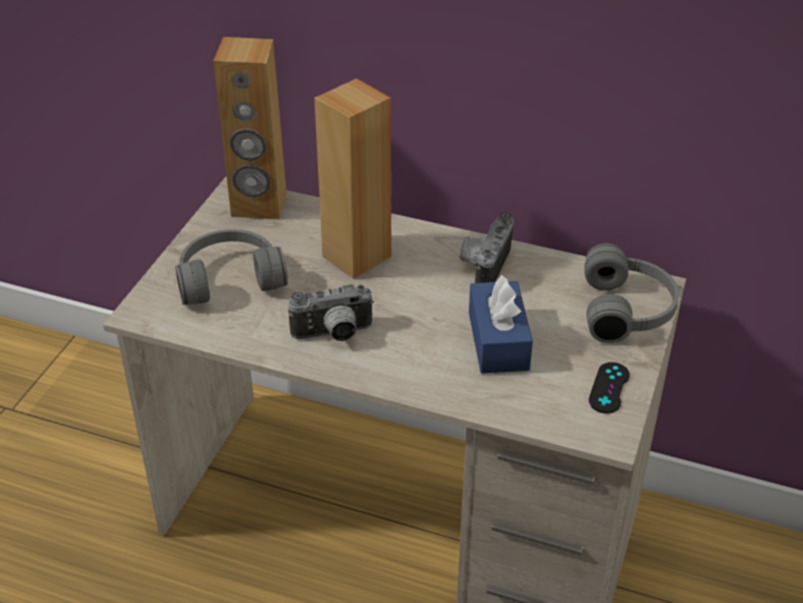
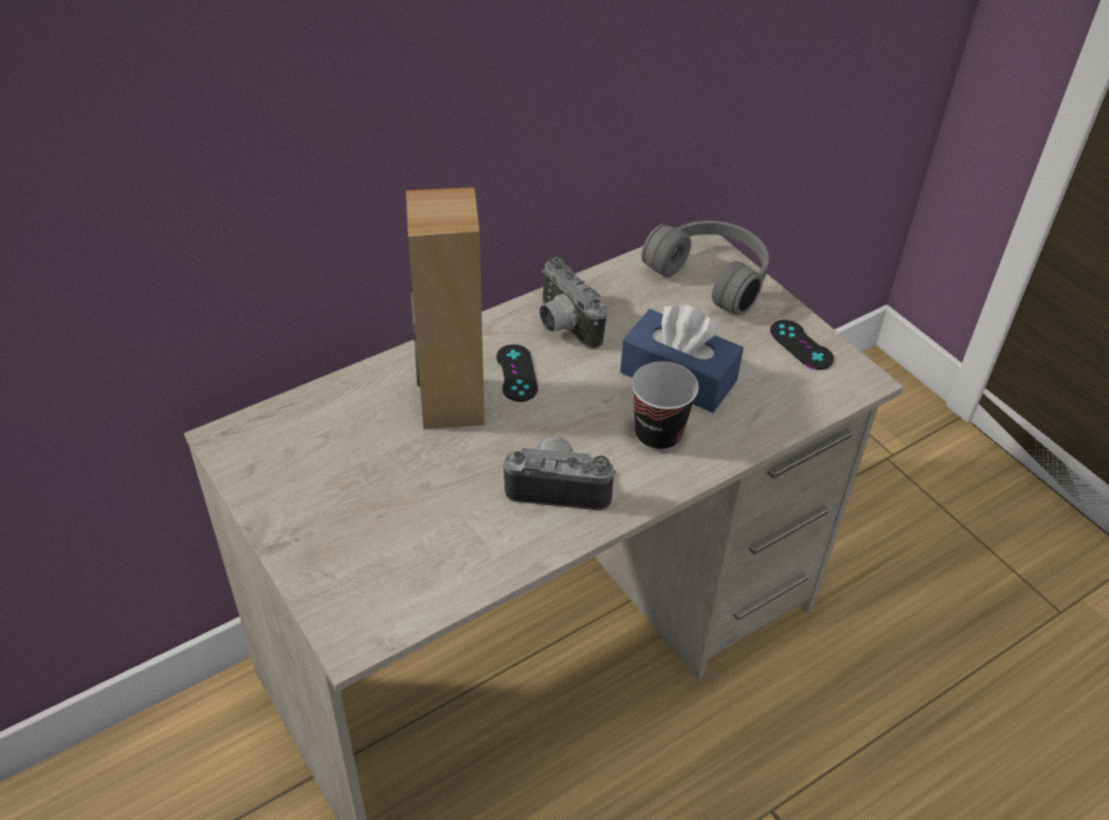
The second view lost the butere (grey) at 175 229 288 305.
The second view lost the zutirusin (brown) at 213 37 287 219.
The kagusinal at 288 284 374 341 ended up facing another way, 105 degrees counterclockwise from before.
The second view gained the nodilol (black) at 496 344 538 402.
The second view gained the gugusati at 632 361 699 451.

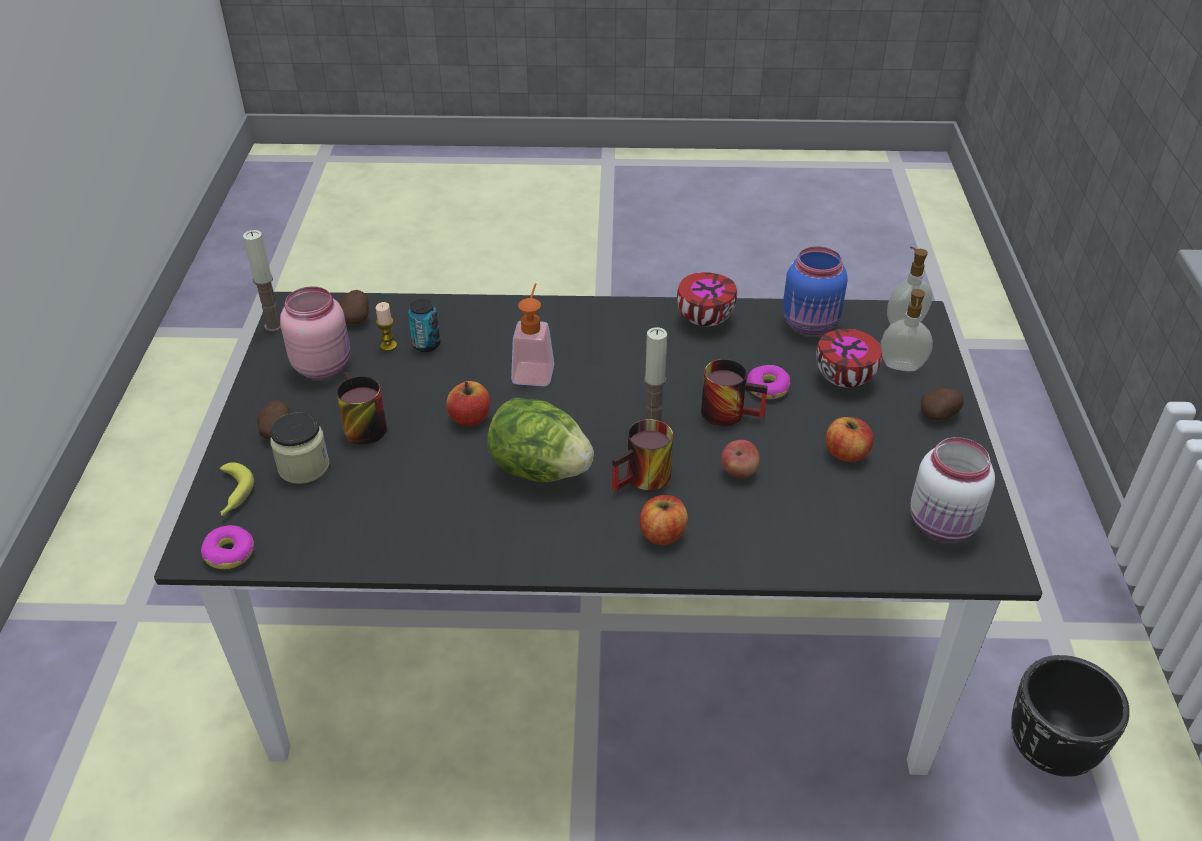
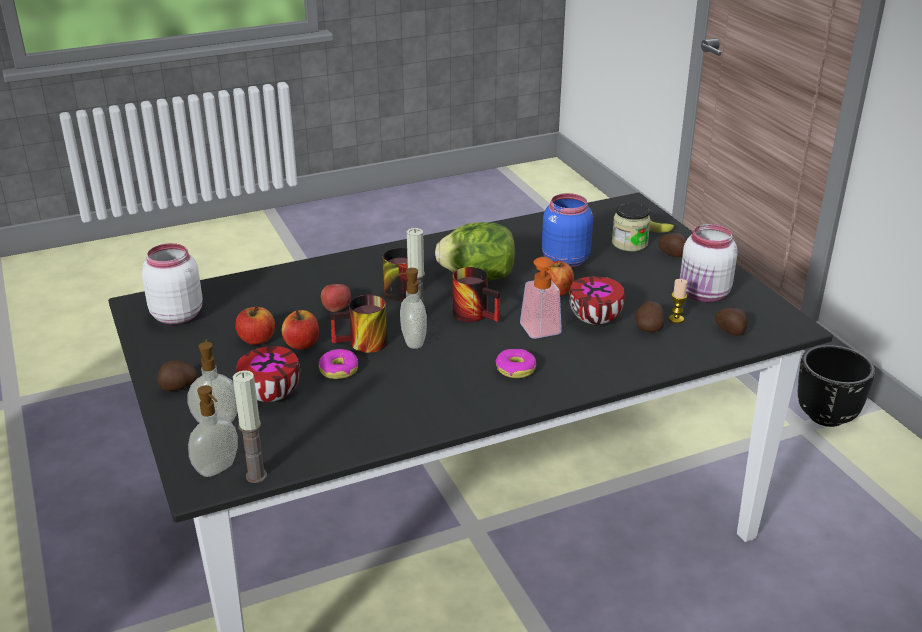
The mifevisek ended up elsewhere, having gone from 201 525 254 569 to 496 349 536 378.
The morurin ended up elsewhere, having gone from 243 230 281 332 to 233 370 267 483.
What was the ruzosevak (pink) at 280 286 350 379 turned into the ruzosevak (white) at 680 224 738 302.
The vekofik ended up elsewhere, having gone from 336 372 387 444 to 452 267 500 322.
Where the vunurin stood at 408 299 440 352, the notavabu came to stand at 635 301 664 332.
The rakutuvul ended up elsewhere, having gone from 640 495 688 545 to 282 310 319 350.
The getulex ended up elsewhere, having gone from 677 272 737 326 to 569 276 625 325.
The ruzosevak (blue) ended up elsewhere, having gone from 783 246 848 335 to 542 193 593 267.
The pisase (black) ended up elsewhere, having gone from 1011 655 1130 777 to 798 345 875 427.
The second view gained the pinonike at 396 268 427 349.

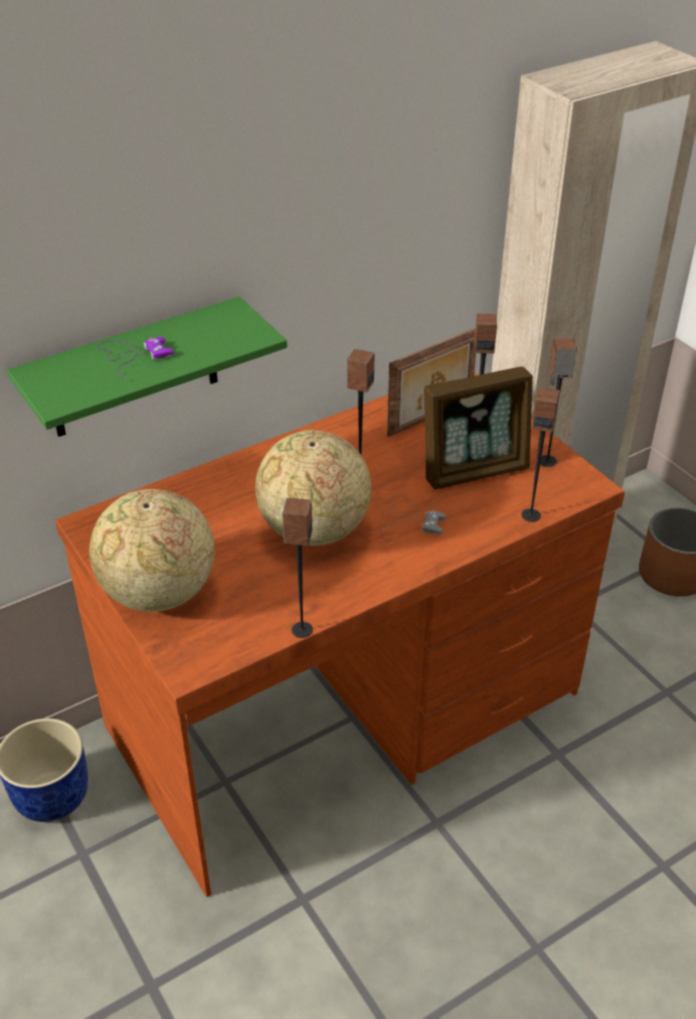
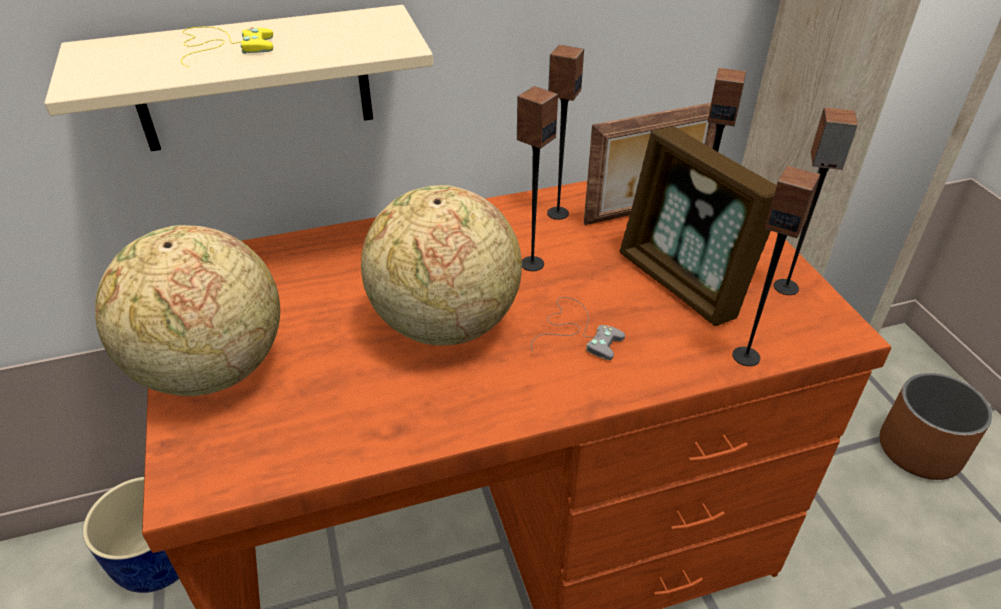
What was the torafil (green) at 7 297 287 437 turned into the torafil (beige) at 45 5 433 151.
What was the nodilol (purple) at 97 337 174 379 turned into the nodilol (yellow) at 181 27 273 67.
The zutirusin ended up elsewhere, having gone from 282 498 313 638 to 547 45 584 220.
The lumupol at 424 366 533 489 ended up facing another way, 60 degrees clockwise from before.

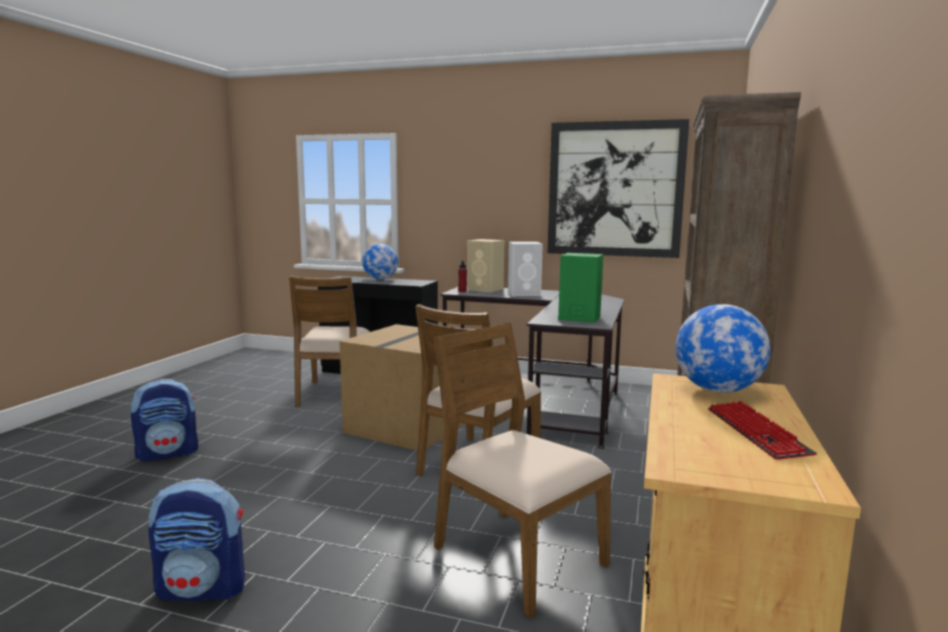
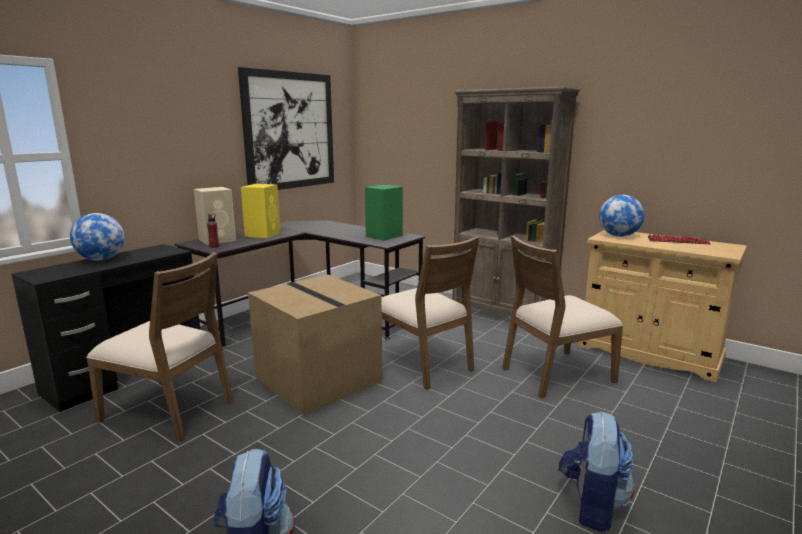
What was the zutirusin (white) at 508 242 543 296 turned into the zutirusin (yellow) at 241 184 280 238.

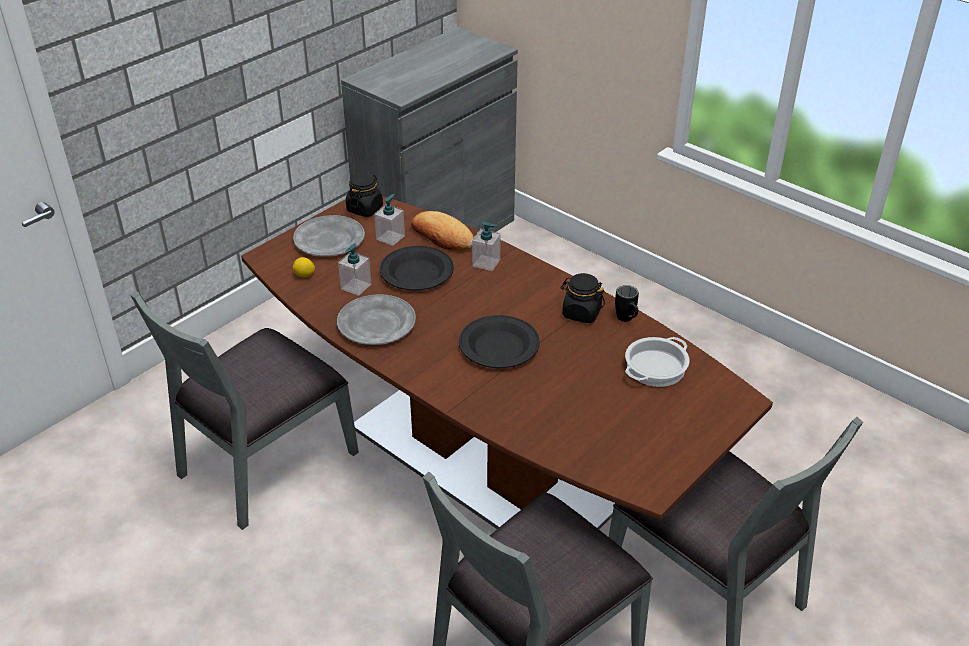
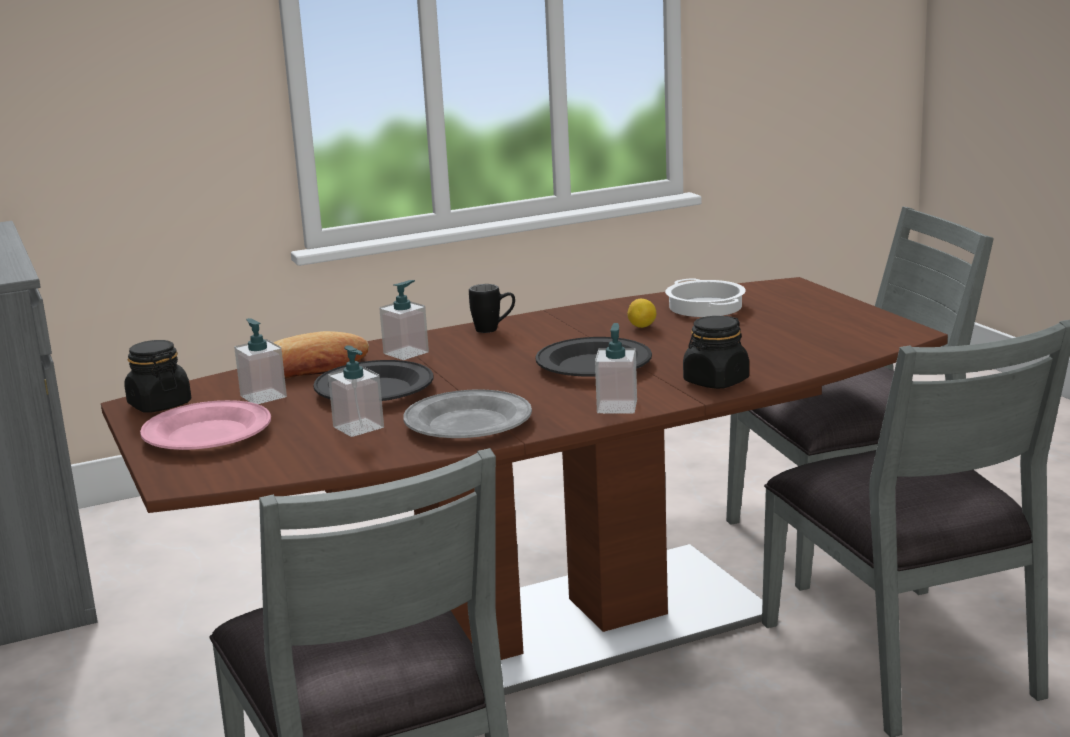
What was the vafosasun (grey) at 293 215 365 257 turned into the vafosasun (pink) at 140 400 271 450.
The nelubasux ended up elsewhere, having gone from 293 257 315 277 to 627 299 656 328.
The ruzosevak (black) ended up elsewhere, having gone from 560 273 605 323 to 683 316 749 389.
The vekofik (black) ended up elsewhere, having gone from 615 285 639 322 to 469 284 515 333.
The second view gained the pinonike at 595 323 637 413.

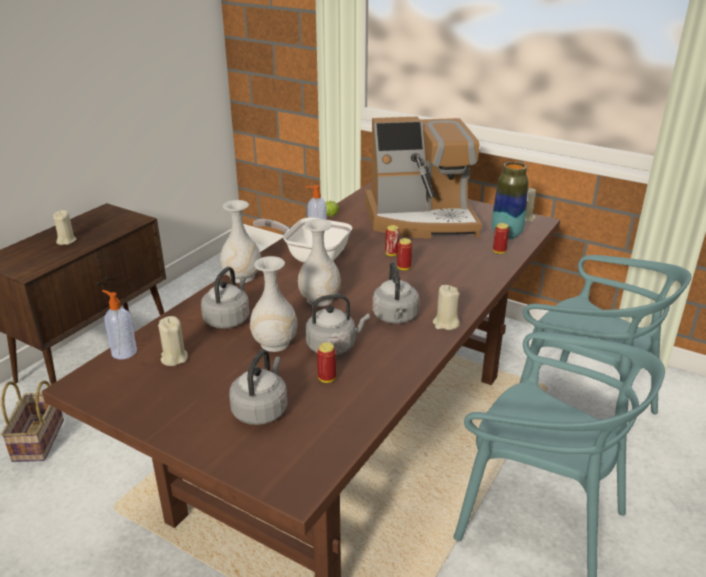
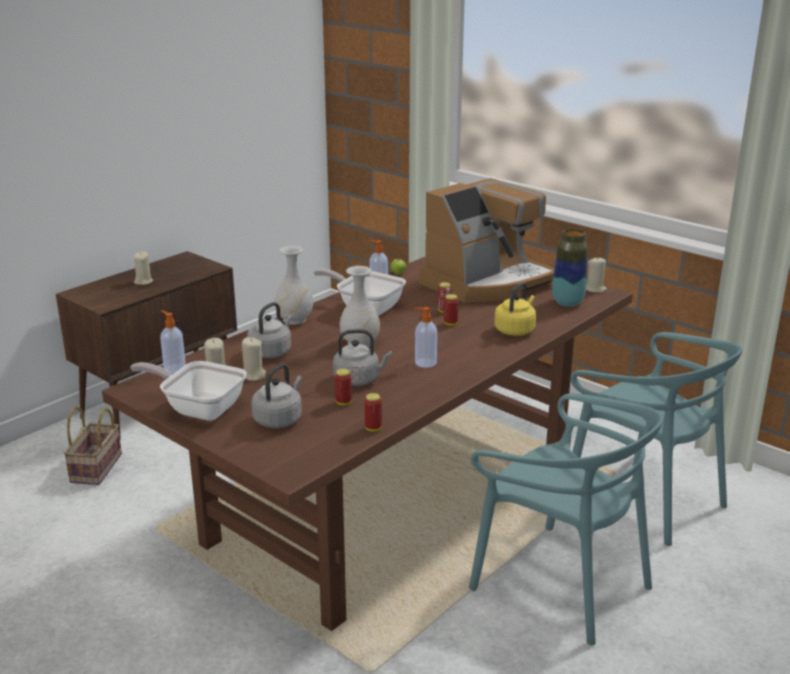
The second view lost the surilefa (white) at 250 256 298 352.
The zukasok at 365 116 482 239 ended up facing another way, 45 degrees counterclockwise from before.
Where the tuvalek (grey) stood at 373 262 419 324, the pinonike came to stand at 413 307 437 368.
The morurin (beige) ended up elsewhere, having gone from 433 285 460 330 to 242 337 266 381.
The vunurin ended up elsewhere, having gone from 493 223 509 254 to 364 393 382 432.
The second view gained the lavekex at 130 361 247 421.
The second view gained the tuvalek (yellow) at 494 282 536 336.

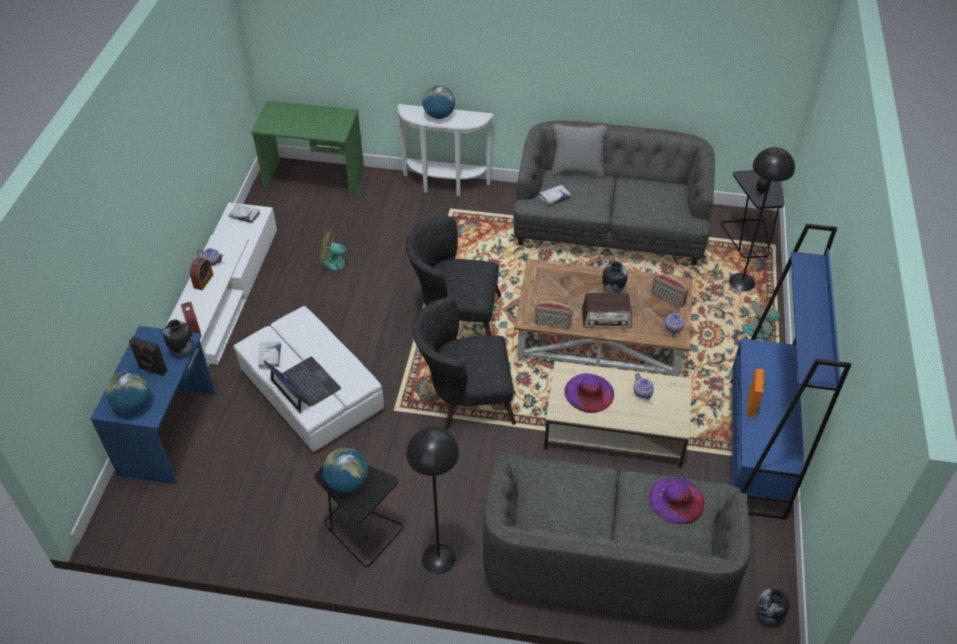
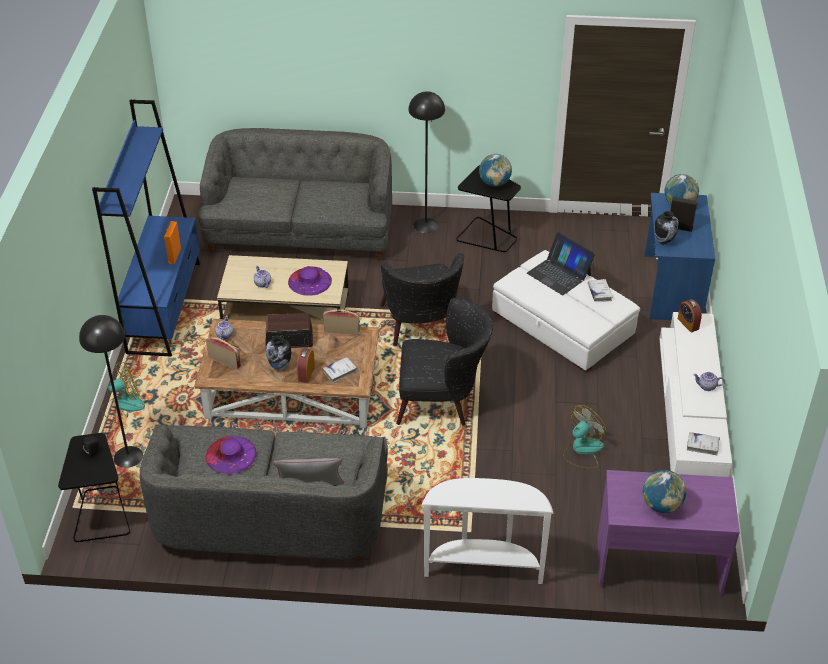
The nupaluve ended up elsewhere, having gone from 190 257 213 290 to 297 348 315 383.
What was the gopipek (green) at 251 100 364 200 turned into the gopipek (purple) at 598 470 740 595.
The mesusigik at 320 228 359 272 ended up facing another way, 45 degrees counterclockwise from before.
The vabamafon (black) at 412 297 516 429 ended up facing another way, 90 degrees clockwise from before.
The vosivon ended up elsewhere, having gone from 422 85 455 119 to 643 470 686 513.
The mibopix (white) ended up elsewhere, having gone from 539 185 571 205 to 322 357 357 383.
The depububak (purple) ended up elsewhere, having gone from 649 477 705 524 to 206 436 257 474.
The second view lost the surilefa at 757 588 790 624.

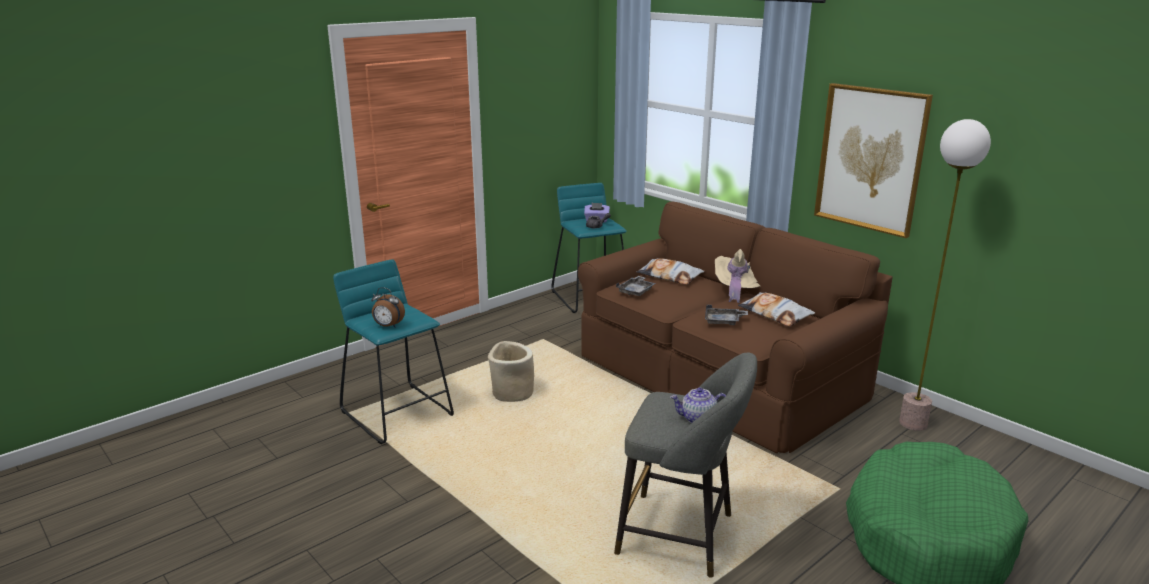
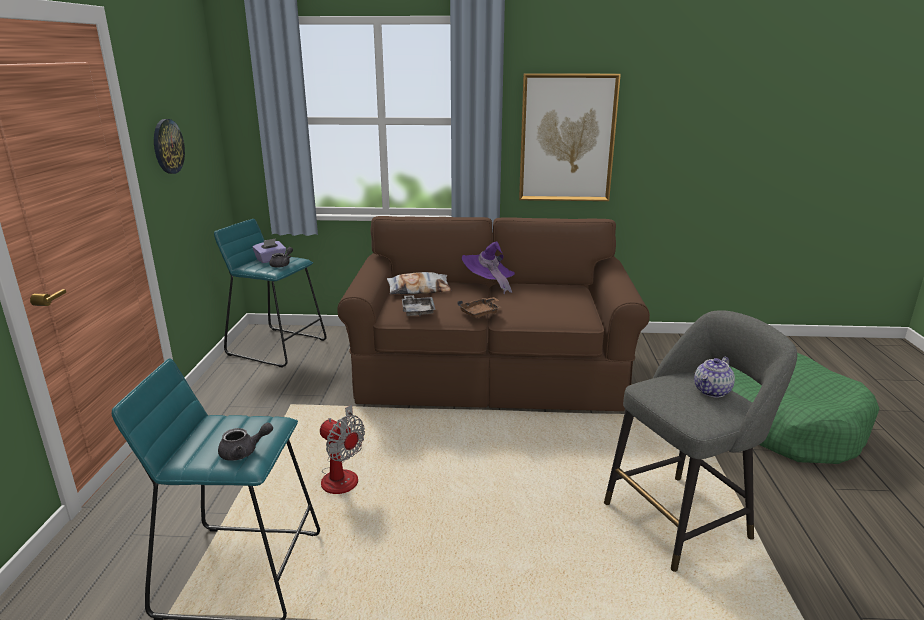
Where the nupaluve stood at 371 287 405 328, the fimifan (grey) came to stand at 218 423 273 461.
Where the pisase (beige) stood at 488 341 534 402, the mesusigik came to stand at 320 405 365 494.
The second view lost the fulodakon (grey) at 705 305 748 325.
What was the depububak (beige) at 715 249 760 303 turned into the depububak (purple) at 462 241 515 294.
The second view lost the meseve at 738 292 815 326.
The second view lost the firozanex at 899 119 991 431.
The second view gained the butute at 154 119 185 174.
The second view gained the fulodakon (brown) at 458 297 501 318.

